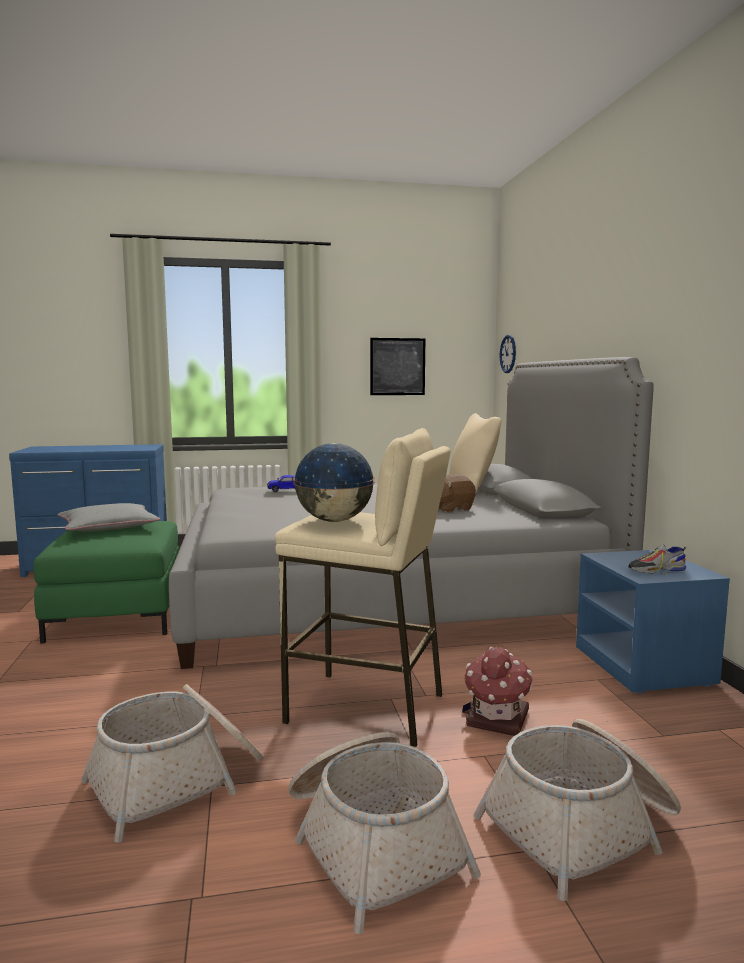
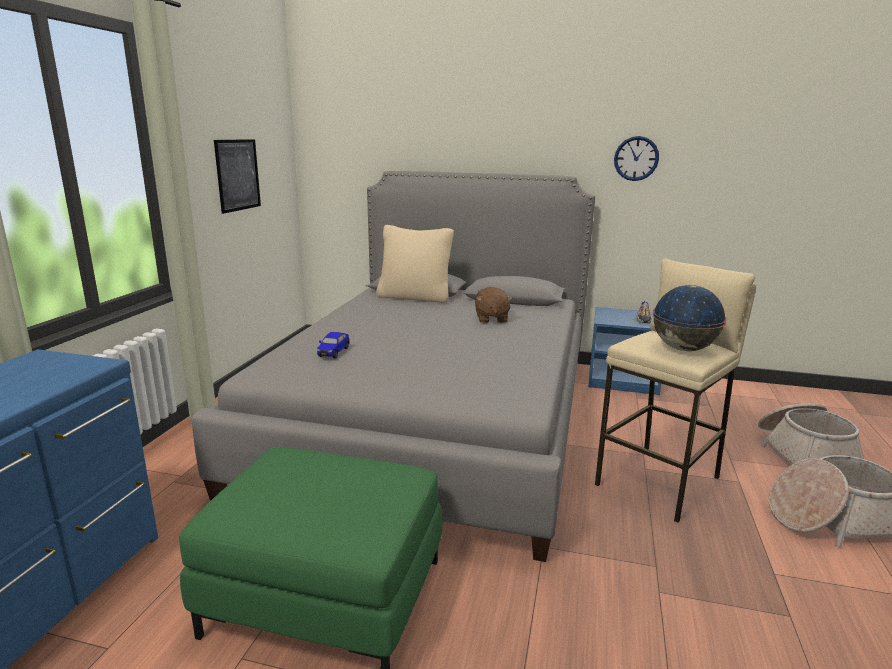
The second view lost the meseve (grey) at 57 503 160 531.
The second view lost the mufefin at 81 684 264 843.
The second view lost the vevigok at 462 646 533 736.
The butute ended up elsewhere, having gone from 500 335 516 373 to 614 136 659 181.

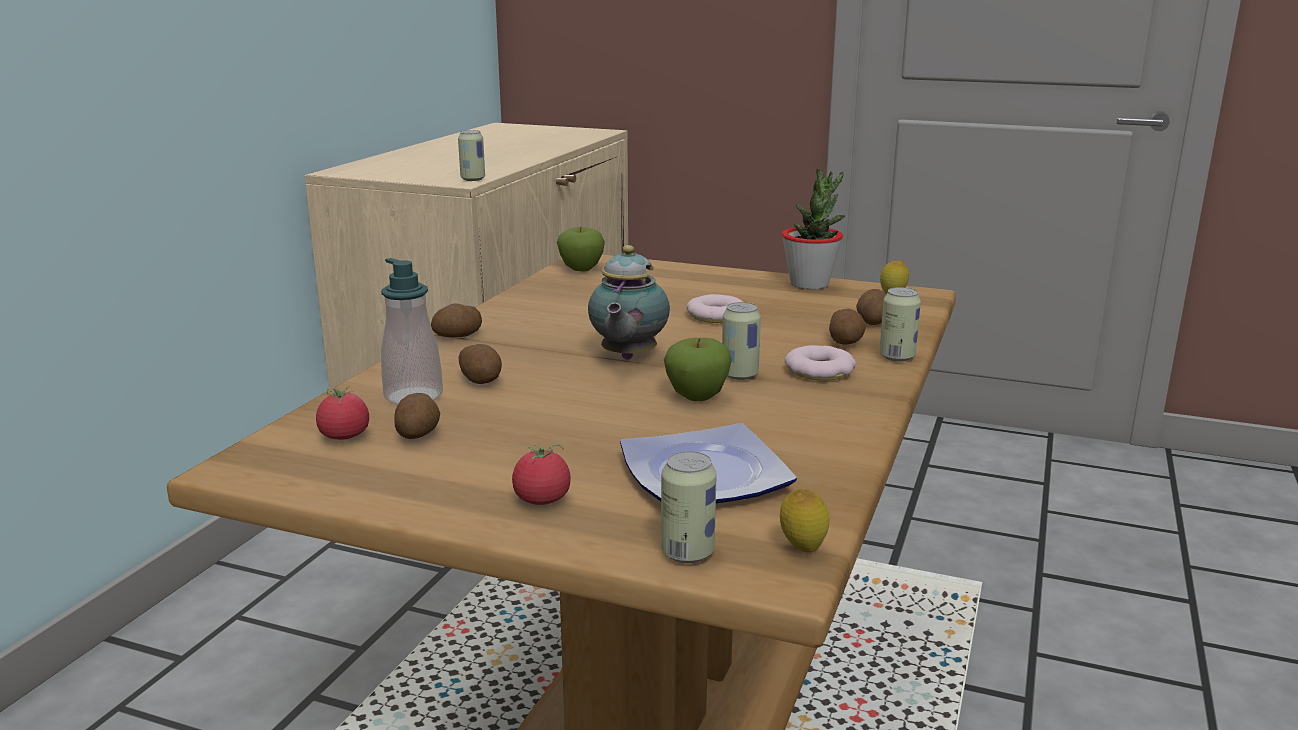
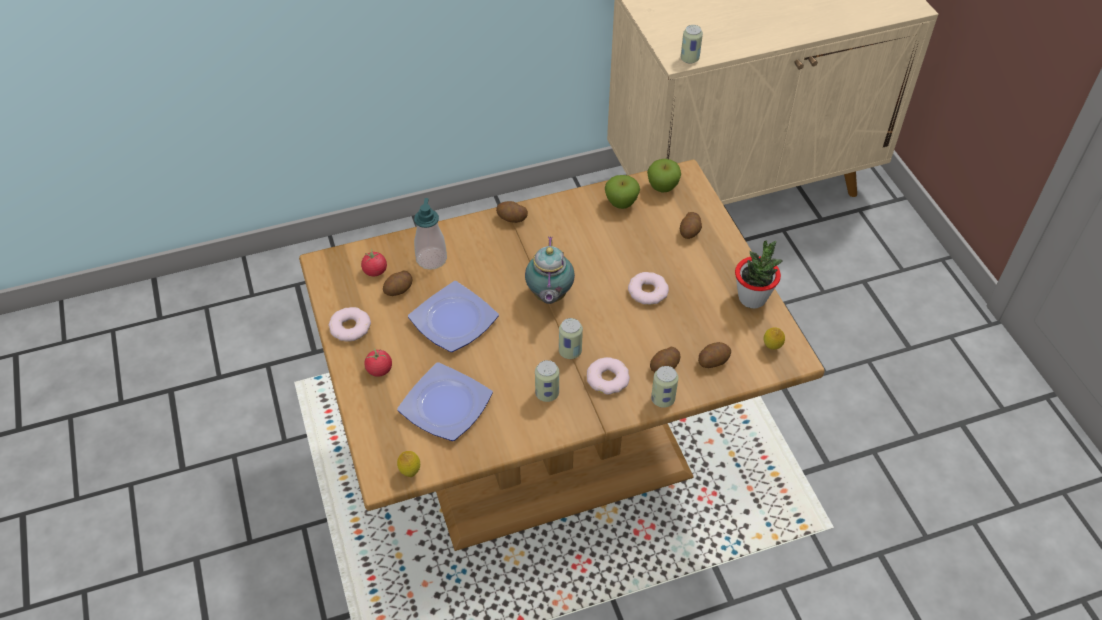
The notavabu ended up elsewhere, having gone from 458 344 502 384 to 680 212 702 239.
The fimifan at 588 245 670 360 ended up facing another way, 60 degrees counterclockwise from before.
The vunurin ended up elsewhere, having gone from 661 451 717 563 to 535 360 559 402.
The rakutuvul ended up elsewhere, having gone from 664 338 732 401 to 605 175 640 209.
The second view gained the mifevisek at 329 307 371 341.
The second view gained the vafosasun at 408 281 499 352.

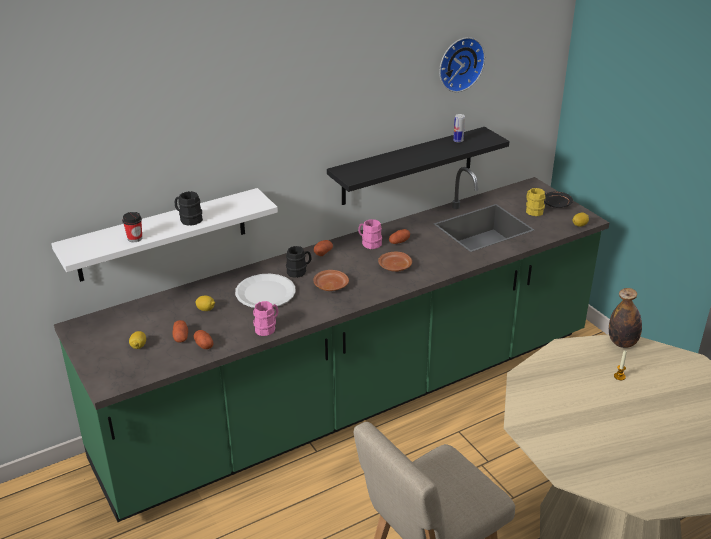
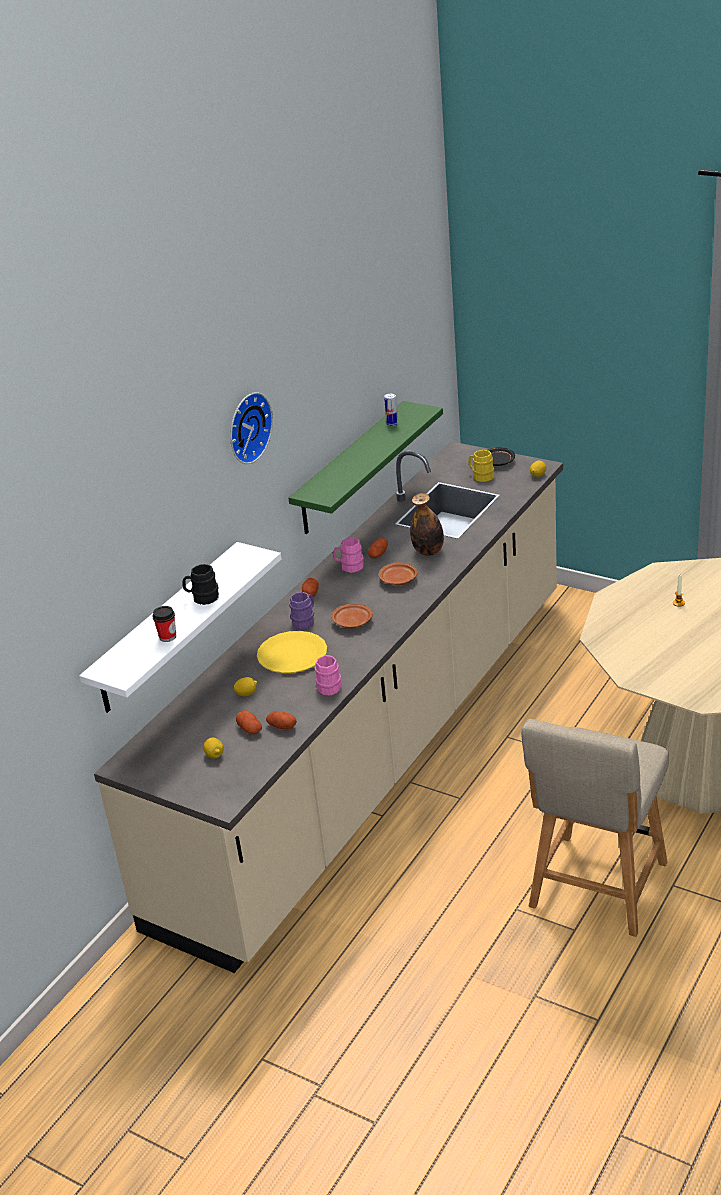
What was the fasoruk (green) at 54 167 609 522 turned into the fasoruk (beige) at 94 442 563 973.
What was the vafosasun (white) at 235 274 295 308 turned into the vafosasun (yellow) at 257 631 327 673.
What was the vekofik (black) at 286 246 311 278 turned into the vekofik (purple) at 289 592 314 630.
What was the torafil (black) at 327 127 509 205 turned into the torafil (green) at 288 401 443 534.
The butute ended up elsewhere, having gone from 439 37 485 92 to 230 392 273 464.
The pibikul ended up elsewhere, having gone from 609 288 642 348 to 410 493 444 556.

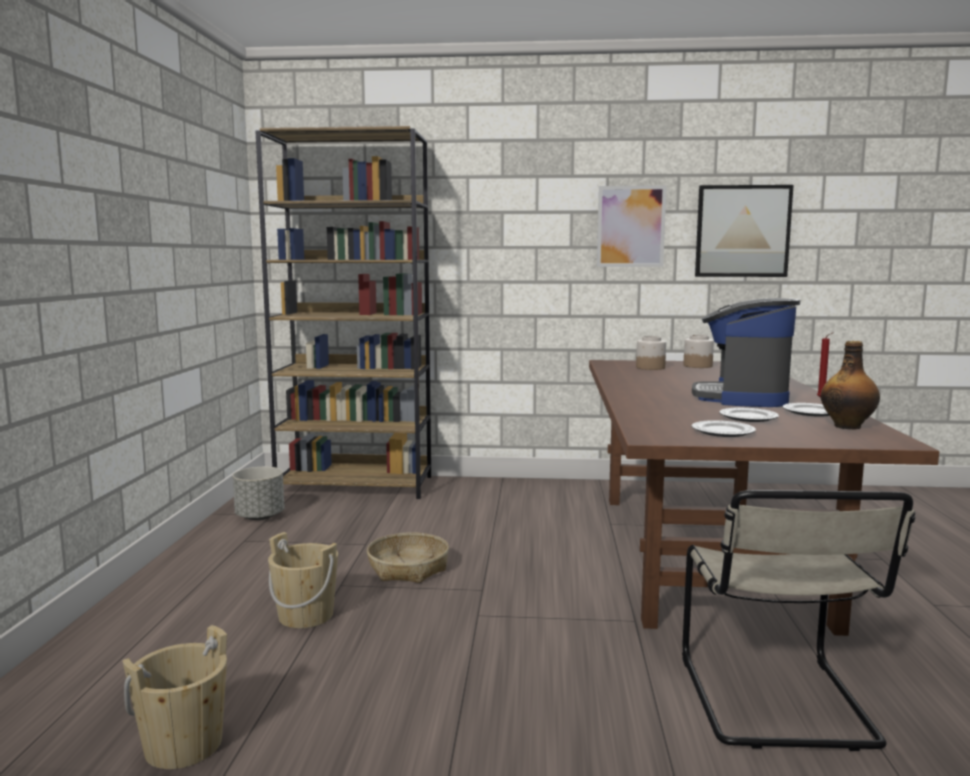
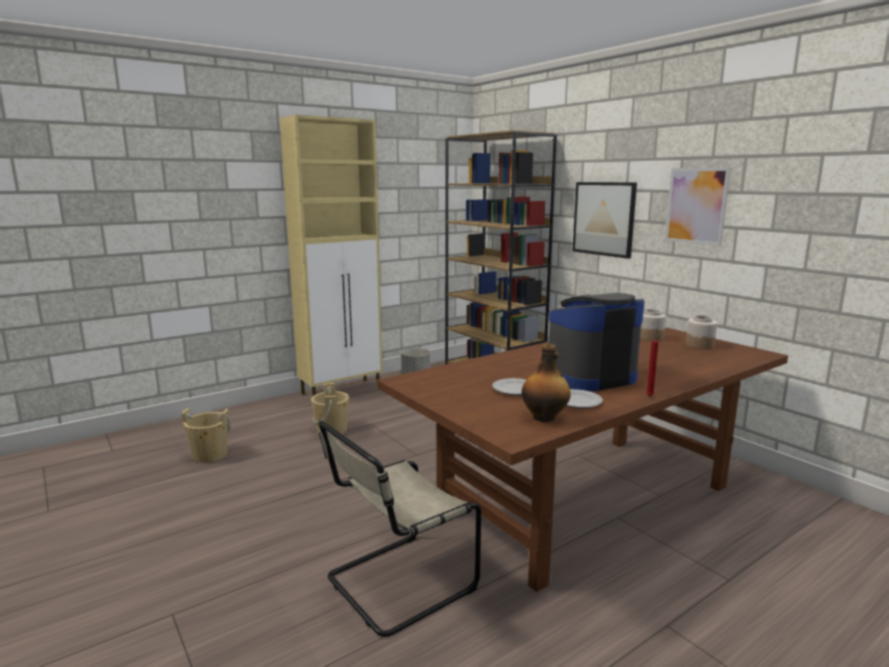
The second view lost the mufefin at 367 532 449 583.
The second view lost the vafosasun at 692 420 756 437.
The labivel ended up elsewhere, having gone from 695 185 794 277 to 572 182 637 259.
The second view gained the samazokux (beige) at 280 115 383 396.

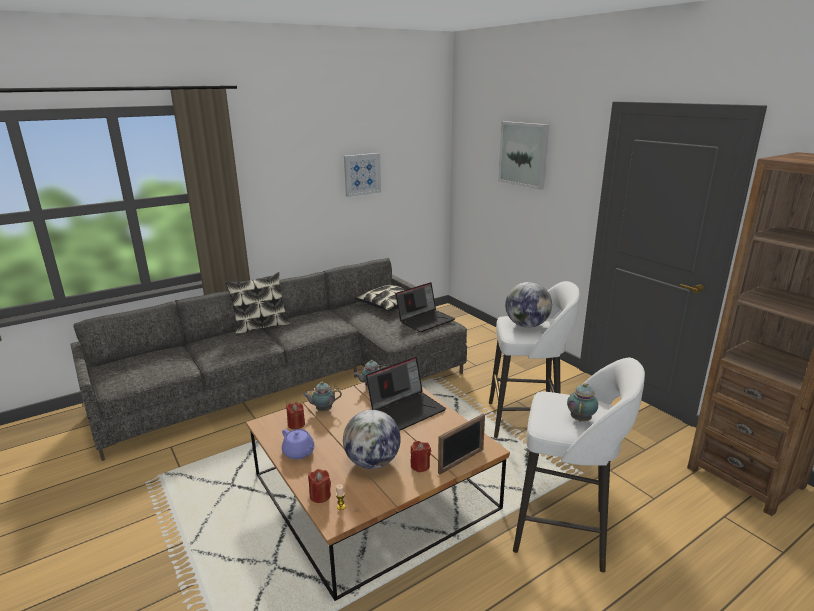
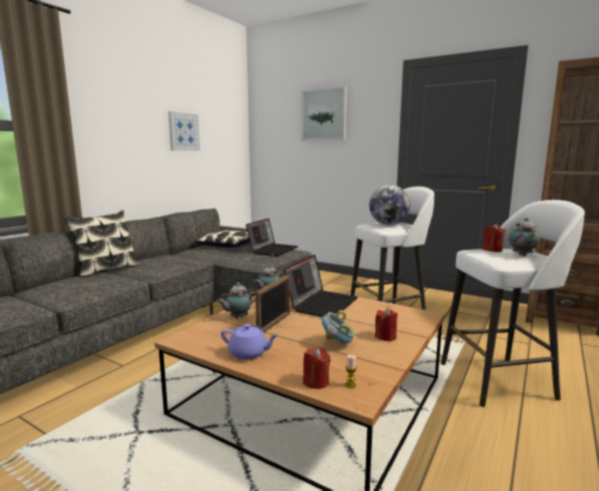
The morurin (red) ended up elsewhere, having gone from 286 402 305 429 to 483 224 505 252.
Where the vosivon stood at 343 410 401 469, the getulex came to stand at 322 310 354 344.
The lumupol ended up elsewhere, having gone from 438 414 485 475 to 255 275 290 333.

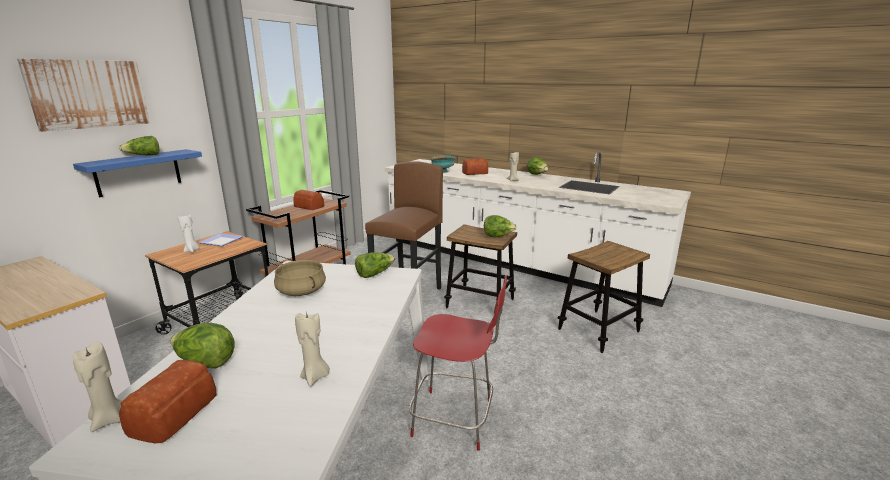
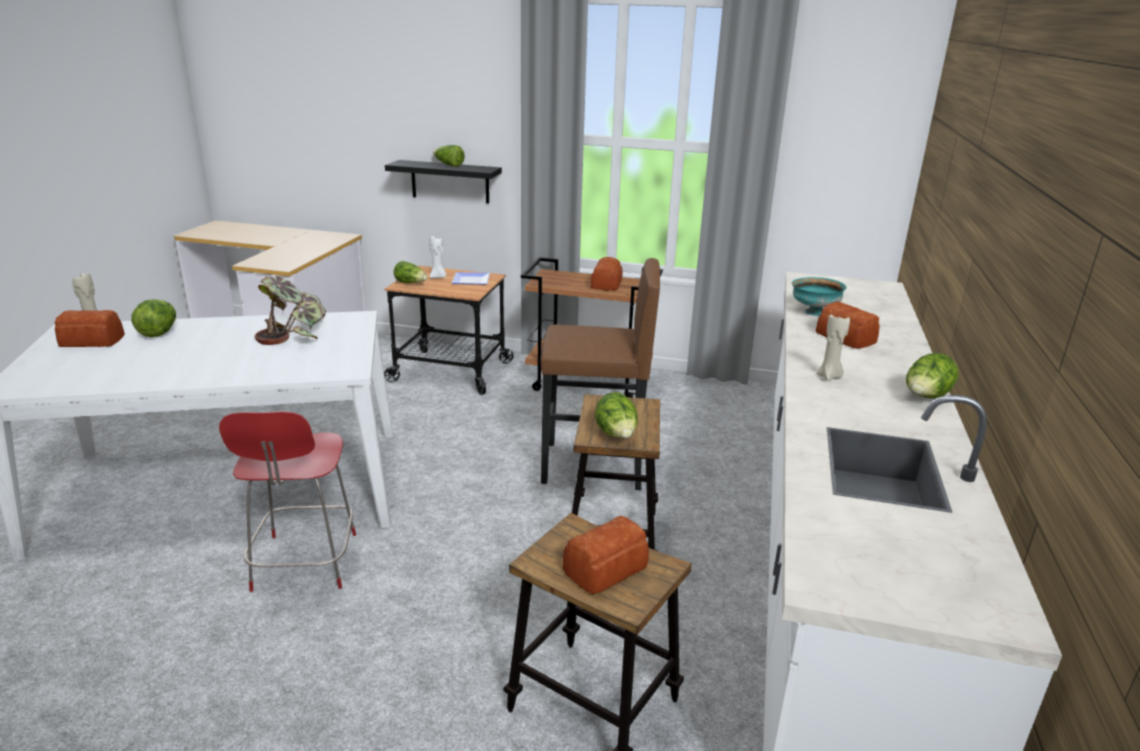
The second view lost the labivel at 17 59 150 132.
What was the torafil (blue) at 73 149 202 197 turned into the torafil (black) at 385 160 502 204.
Where the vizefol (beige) stood at 274 260 326 296, the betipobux came to stand at 255 276 326 345.
The second view lost the morurin (beige) at 295 312 330 386.
The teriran ended up elsewhere, having gone from 355 253 395 278 to 394 261 427 283.
The second view gained the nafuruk at 563 516 649 594.

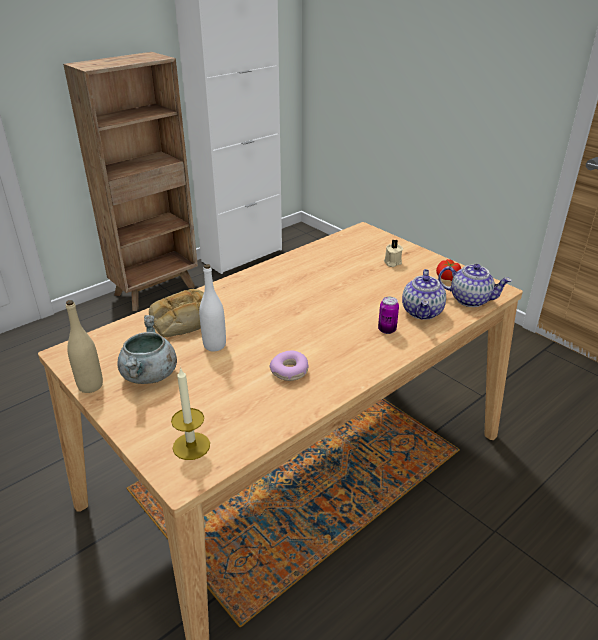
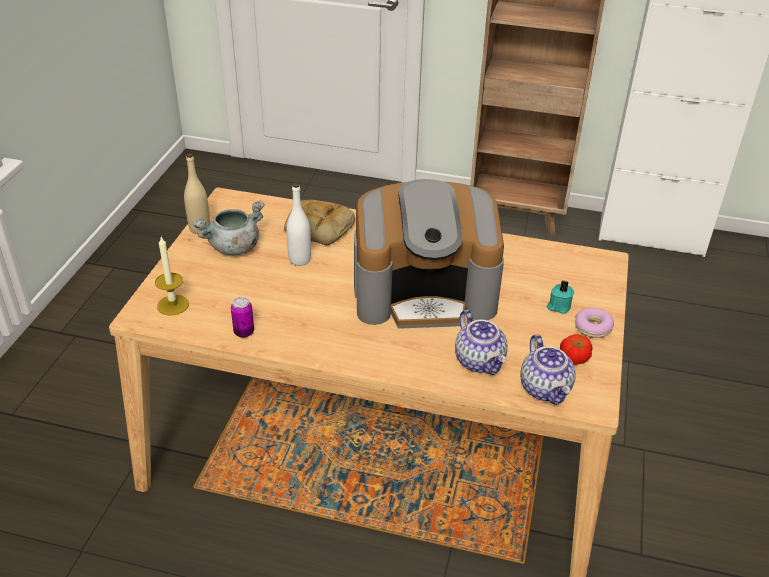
The mifevisek ended up elsewhere, having gone from 270 350 308 381 to 575 308 614 338.
The vunurin ended up elsewhere, having gone from 378 297 399 334 to 231 297 254 338.
What was the morurin (beige) at 384 239 403 267 turned into the morurin (turquoise) at 547 280 574 314.
The fimifan at 402 269 446 320 ended up facing another way, 90 degrees counterclockwise from before.
The second view gained the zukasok at 354 179 504 329.

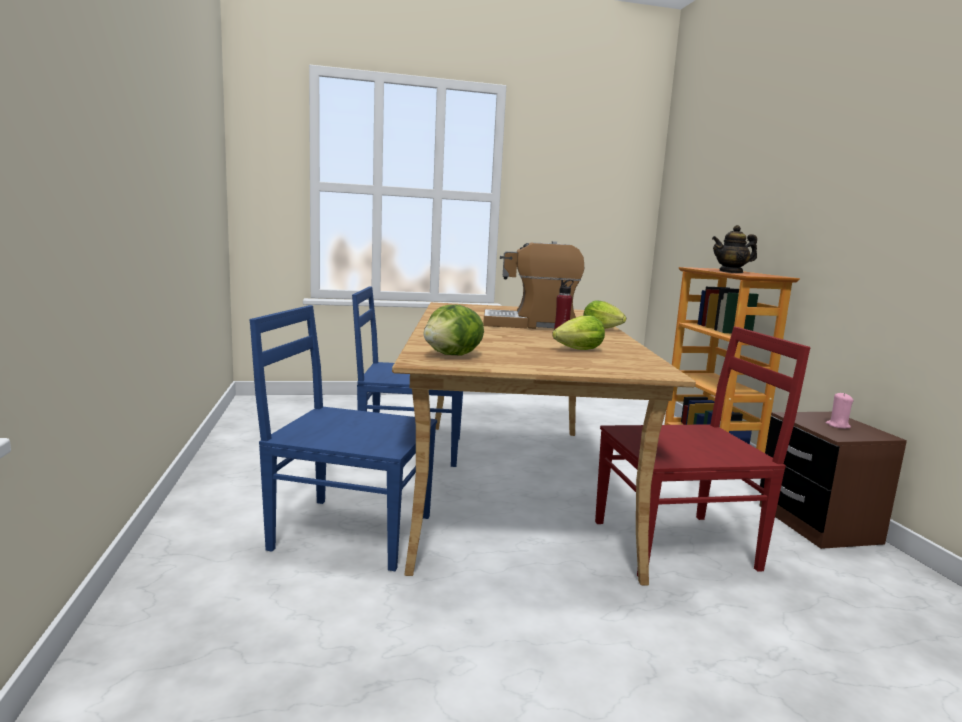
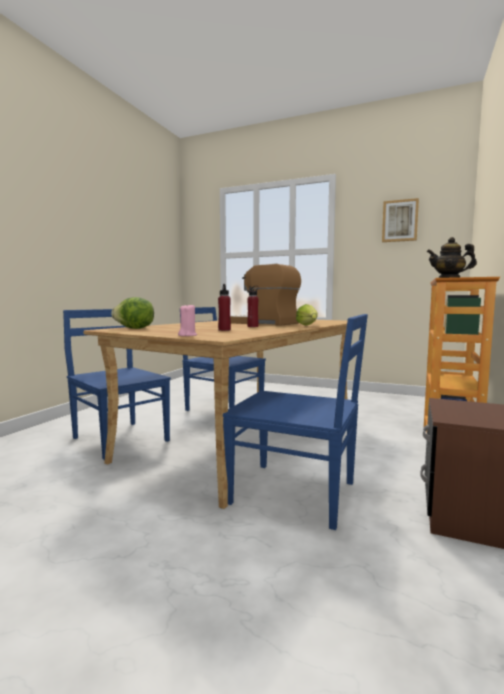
Where the teriran stood at 552 315 605 350, the pibikul (red) came to stand at 218 284 231 331.
What was the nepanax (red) at 595 327 811 576 turned into the nepanax (blue) at 223 314 368 530.
The morurin (pink) ended up elsewhere, having gone from 826 393 854 429 to 178 305 197 336.
The second view gained the labivel at 382 198 419 242.

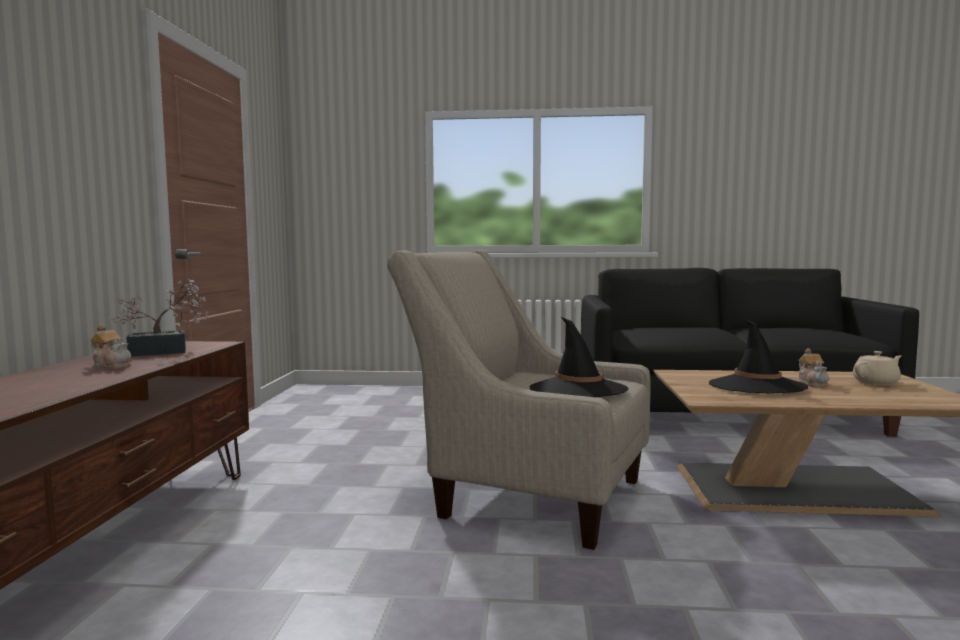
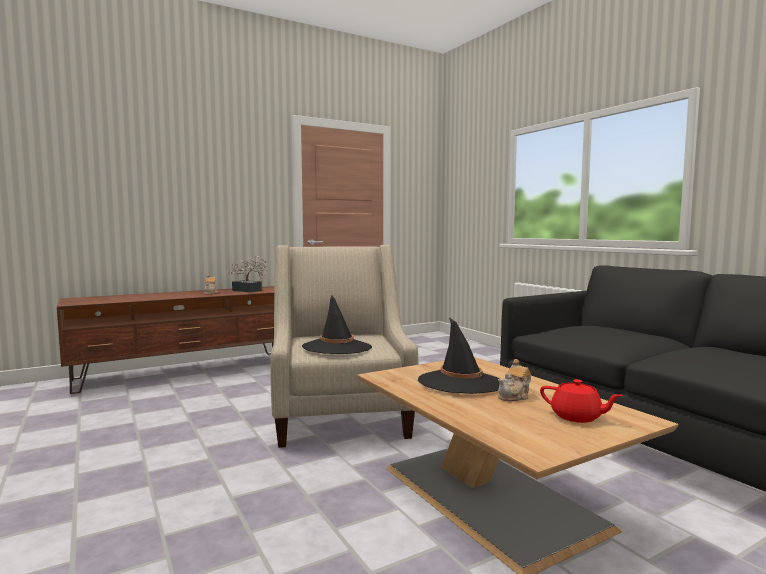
What was the fimifan (beige) at 853 351 901 385 turned into the fimifan (red) at 540 379 623 423.

